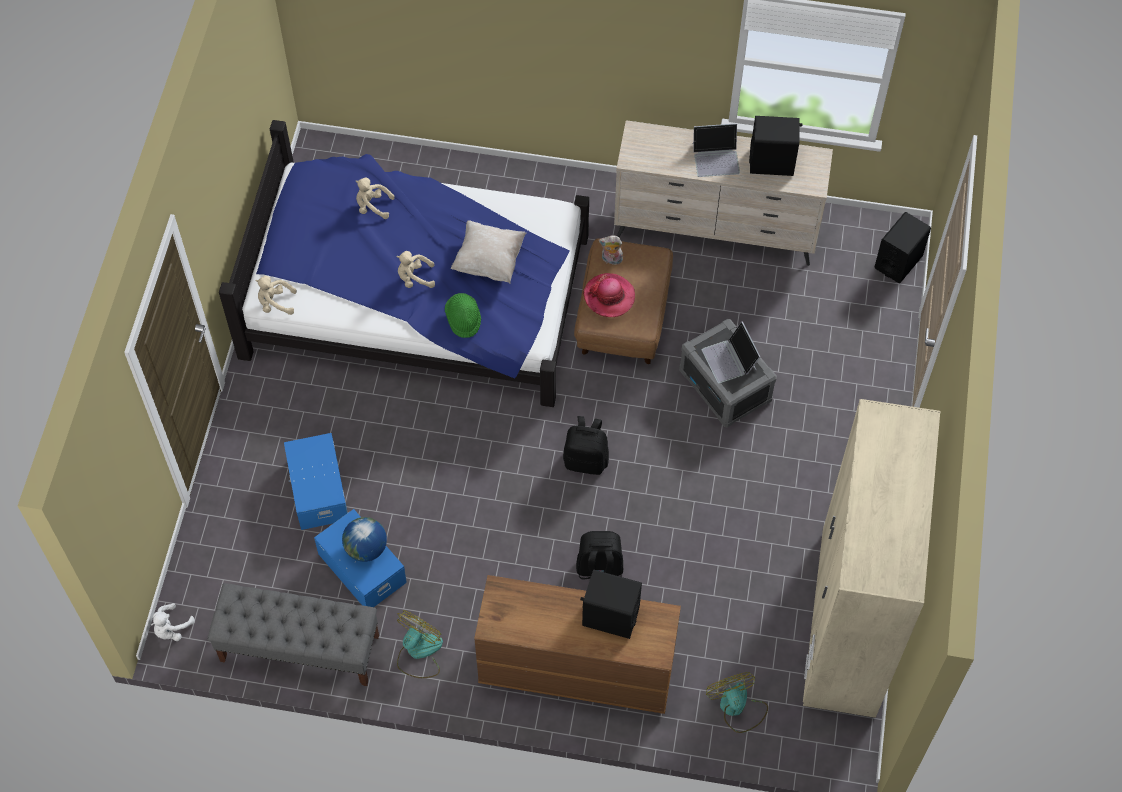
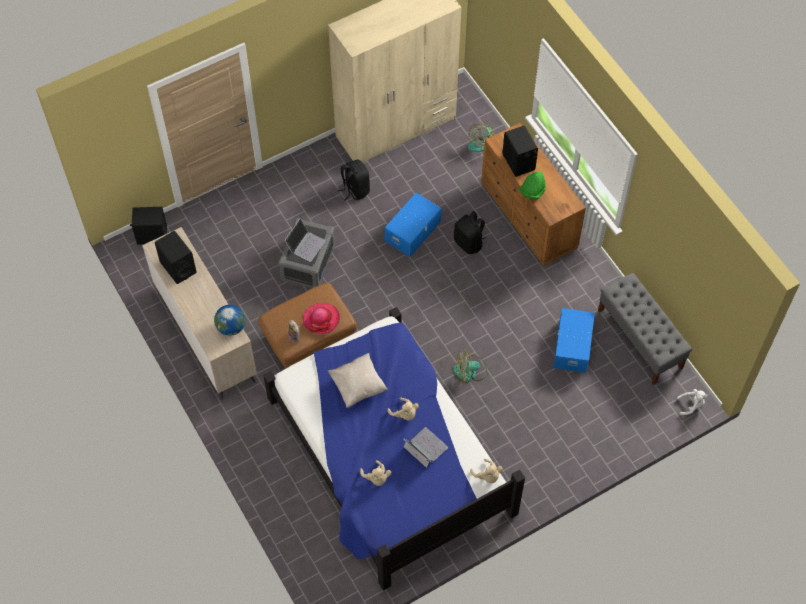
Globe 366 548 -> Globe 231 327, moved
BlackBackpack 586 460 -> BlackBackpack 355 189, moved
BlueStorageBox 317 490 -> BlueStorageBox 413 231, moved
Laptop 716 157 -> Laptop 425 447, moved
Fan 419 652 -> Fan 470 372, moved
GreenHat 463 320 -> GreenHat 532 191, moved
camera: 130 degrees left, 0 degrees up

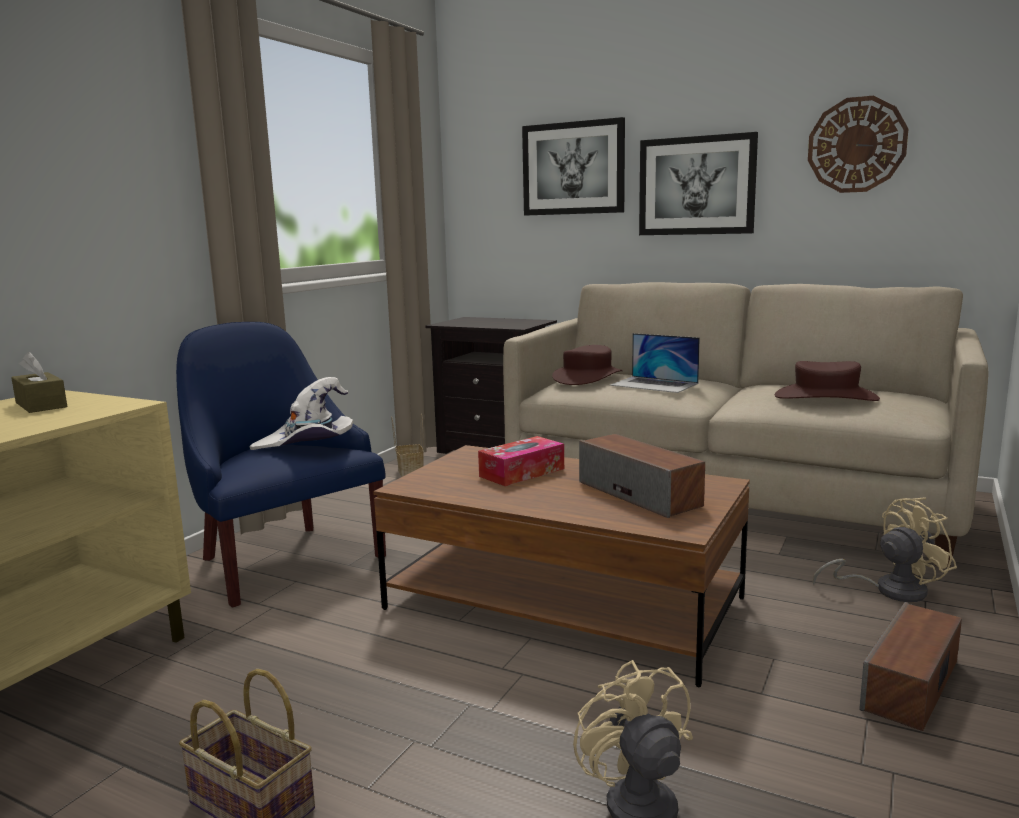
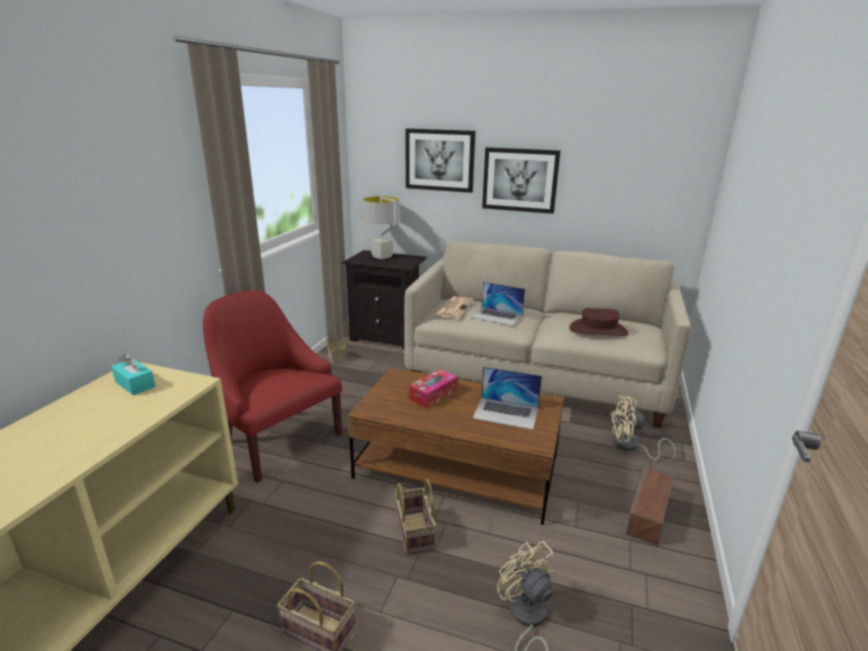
BrownTissueBox 41 405 -> TurquoiseTissueBox 135 384
BlueArmchair 284 559 -> RedArmchair 277 440
none -> GreyTableLamp 382 256
none -> Basket 413 531
BrownHat 587 377 -> Newspaper 454 308
Speaker 639 494 -> Laptop 506 413
BeigeFan 889 590 -> BeigeFan 631 447, 150 degrees counterclockwise
WhiteHat 308 444 -> none
WallClock 856 145 -> none
camera: 10 degrees left, 10 degrees up

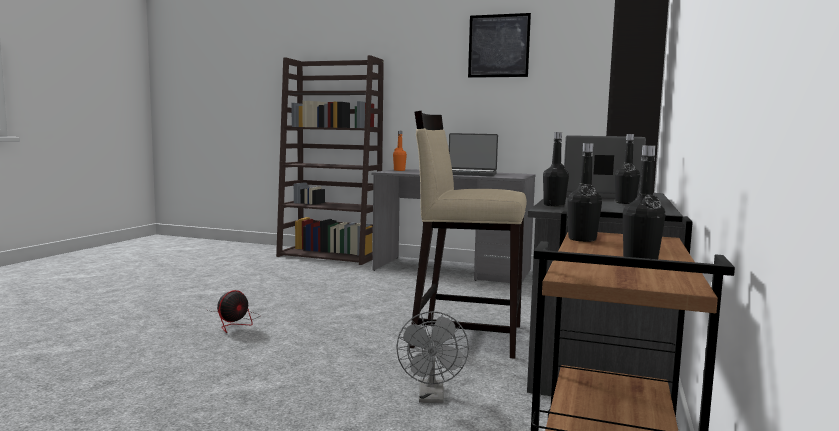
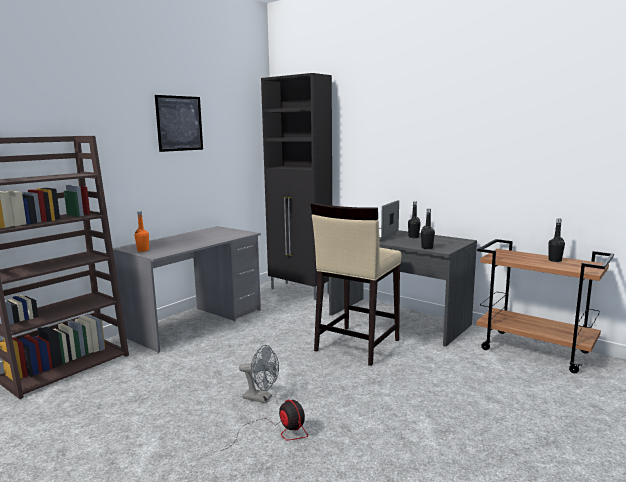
GreyFan 432 397 -> GreyFan 261 398, moved
Laptop 470 174 -> none
BlackBottle 582 239 -> none
camera: 70 degrees left, 5 degrees up

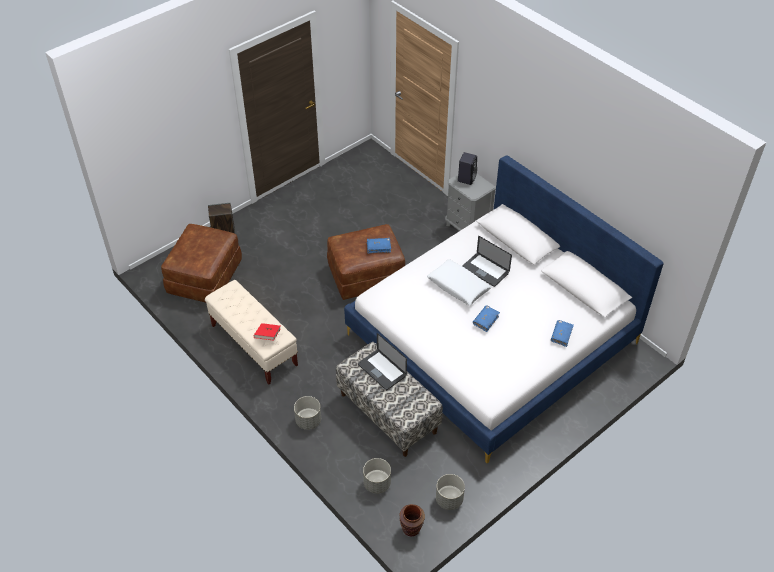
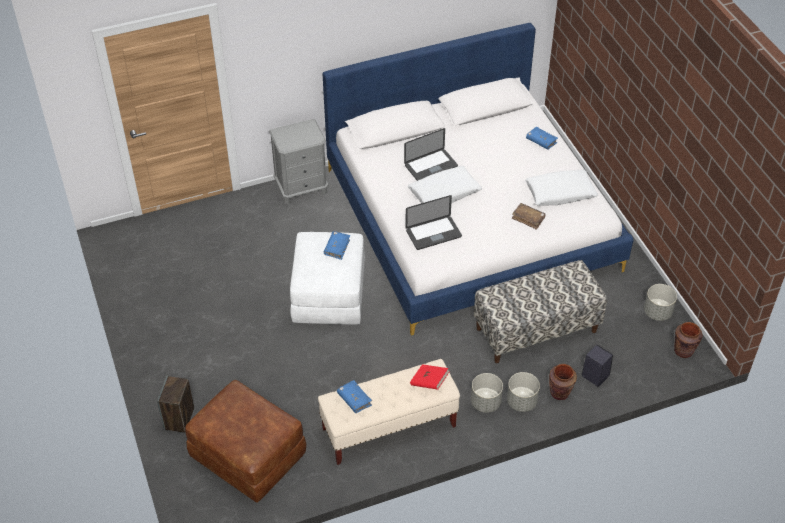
BrownOttoman 366 275 -> WhiteOttoman 328 294
BlueBook 485 320 -> BlueBook 354 399, moved
Laptop 382 370 -> Laptop 433 233, moved
GreyPlanter 377 483 -> GreyPlanter 485 402, moved
none -> BrownBook 528 218
none -> WhitePillow 560 193
none -> BrownVase 559 393
BlackSpeaker 466 178 -> BlackSpeaker 594 375, moved
camera: 70 degrees left, 0 degrees up

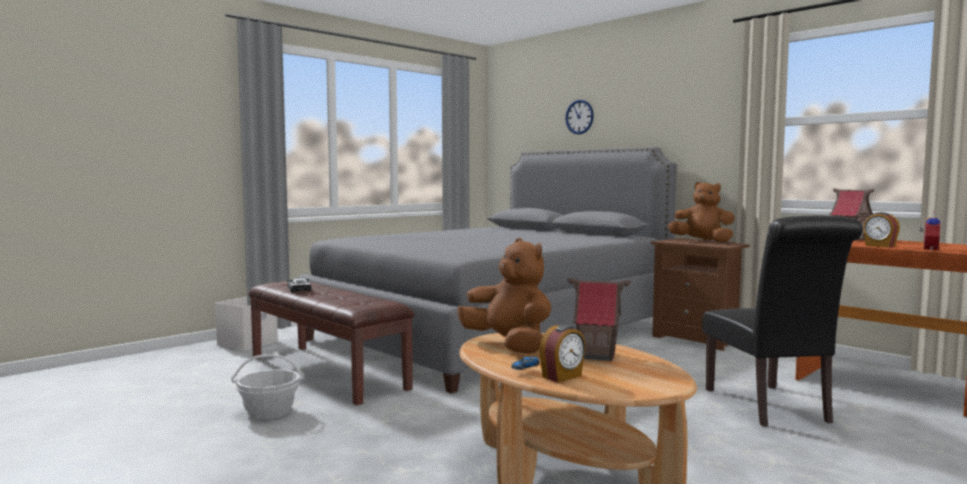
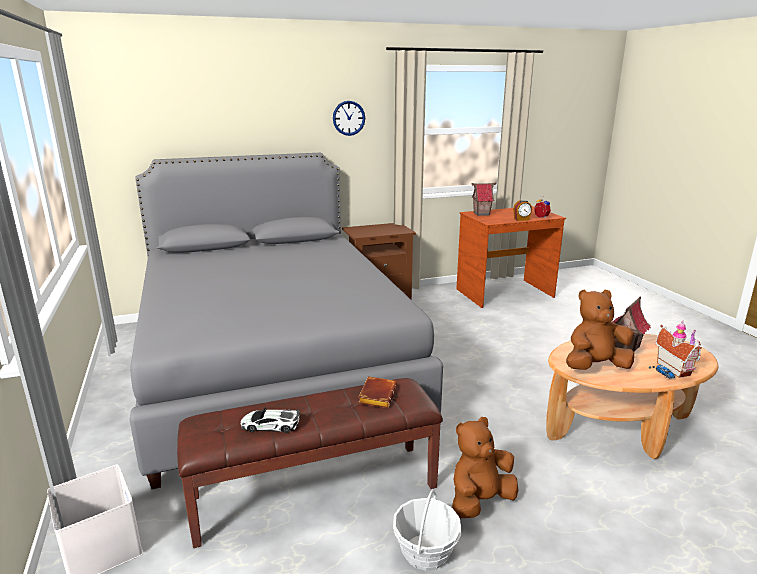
WallClock 579 117 -> WallClock 348 118, moved
none -> BrownBook 376 395
BrownPlushToy 702 241 -> BrownPlushToy 480 501, moved
AlarmClock 562 377 -> ToyHouse 675 368
BlackChair 771 408 -> none
camera: 65 degrees left, 15 degrees up

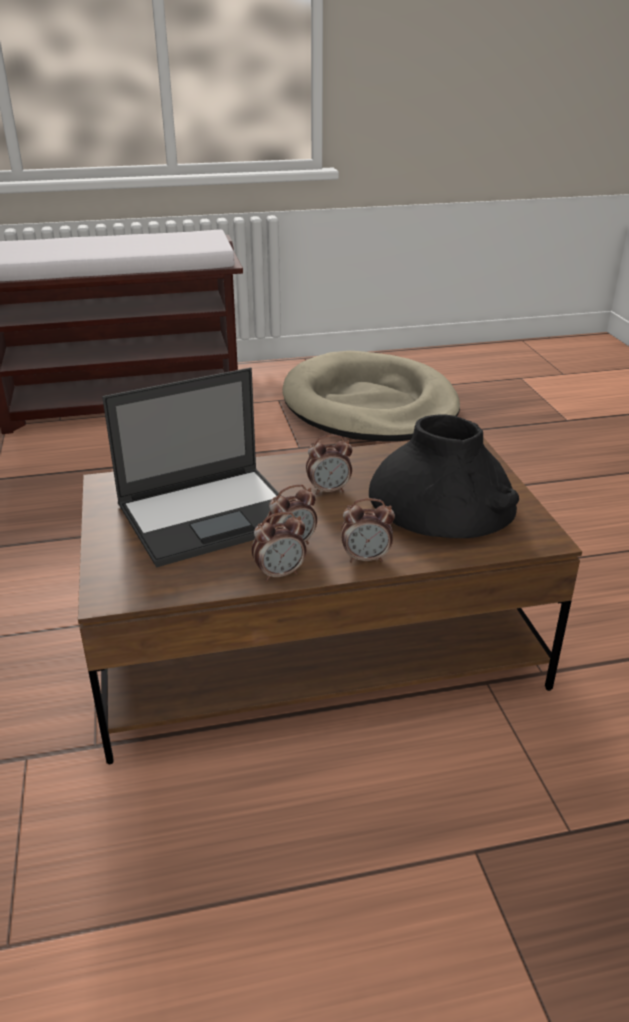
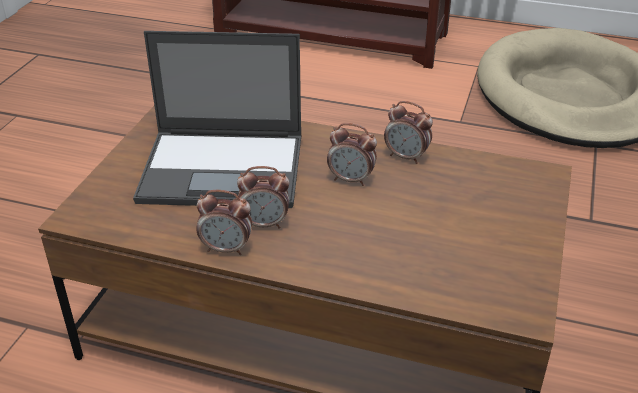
AlarmClock 366 558 -> AlarmClock 406 157, moved
BlackVase 441 503 -> none
camera: 30 degrees right, 5 degrees up

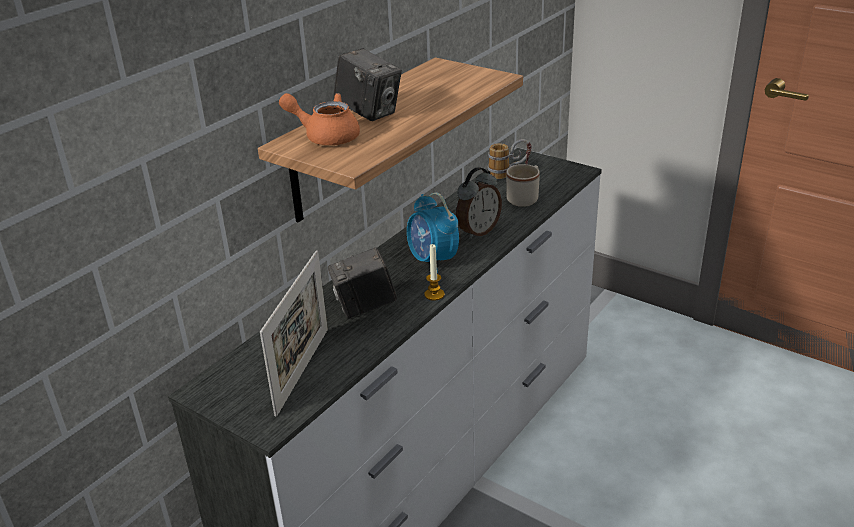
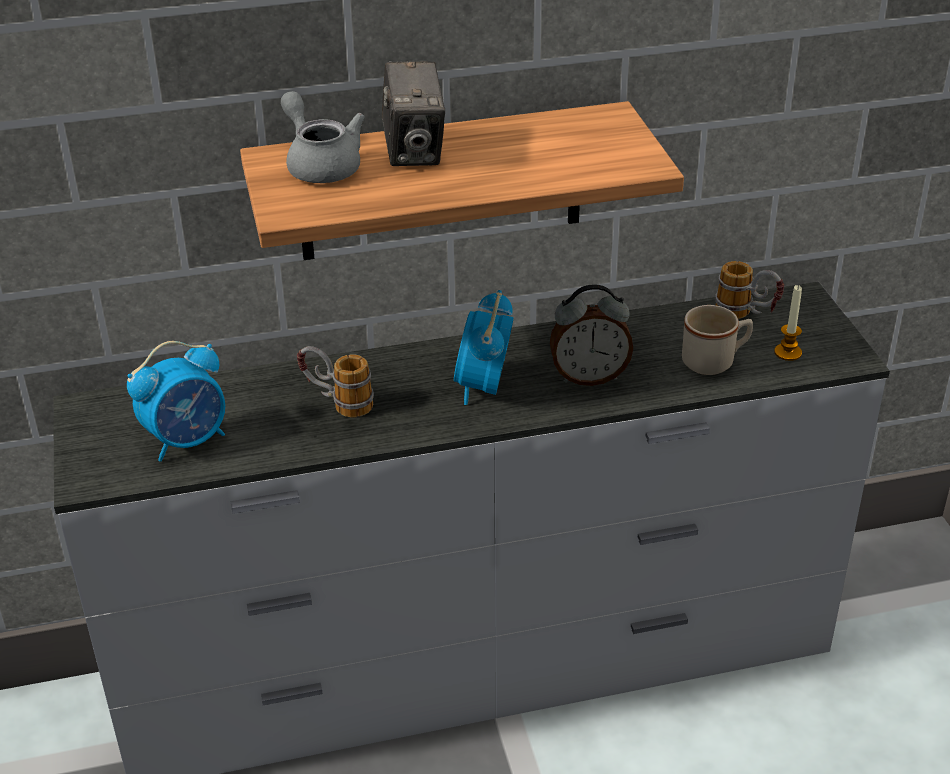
PictureFrame 302 370 -> AlarmClock 187 440
OrangeTeapot 325 136 -> GreyTeapot 320 164
PhotoCamera 365 307 -> Mug 337 403
Candle 434 295 -> Candle 788 352, moved
camera: 40 degrees right, 5 degrees up

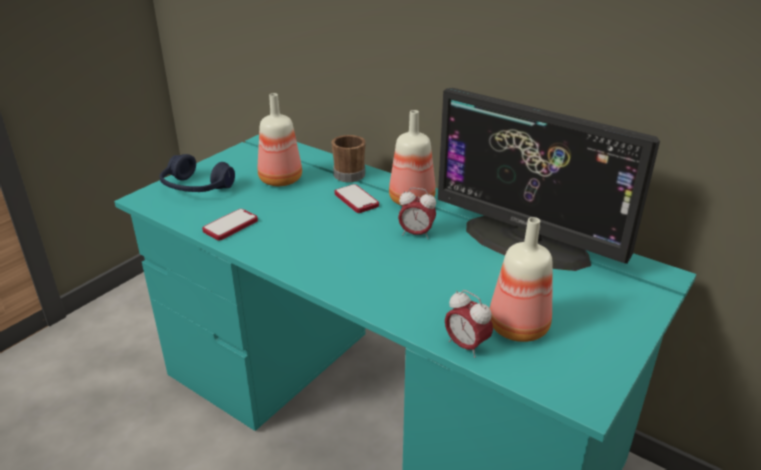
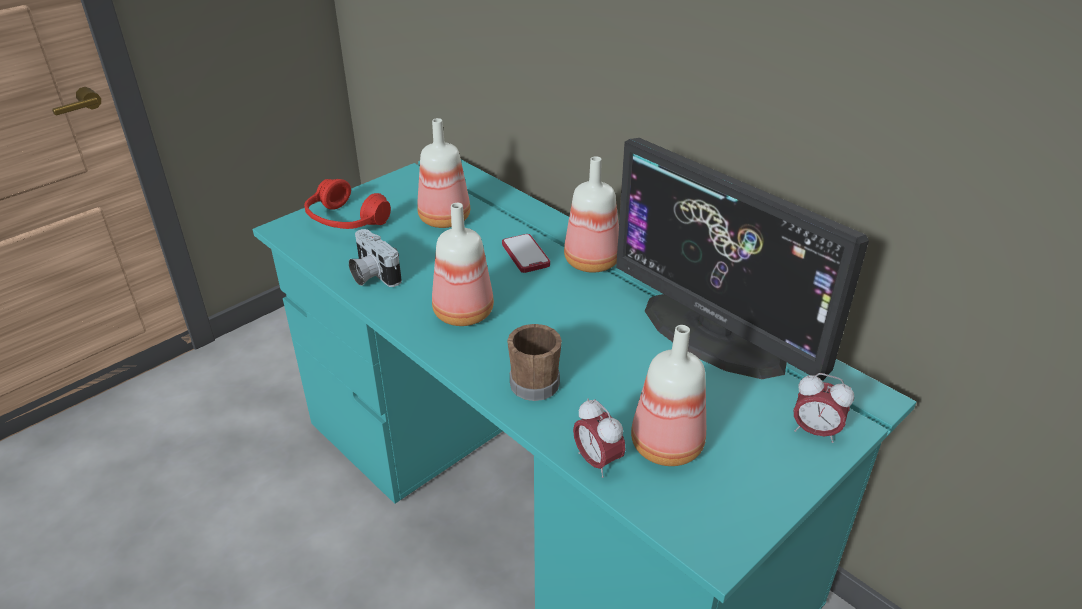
BlueHeadphones 196 188 -> RedHeadphones 346 221
Phone 230 226 -> PhotoCamera 372 274
none -> Bottle 461 313
BrownMug 347 173 -> BrownMug 532 380, moved
AlarmClock 416 234 -> AlarmClock 815 431, moved
camera: 10 degrees right, 5 degrees up

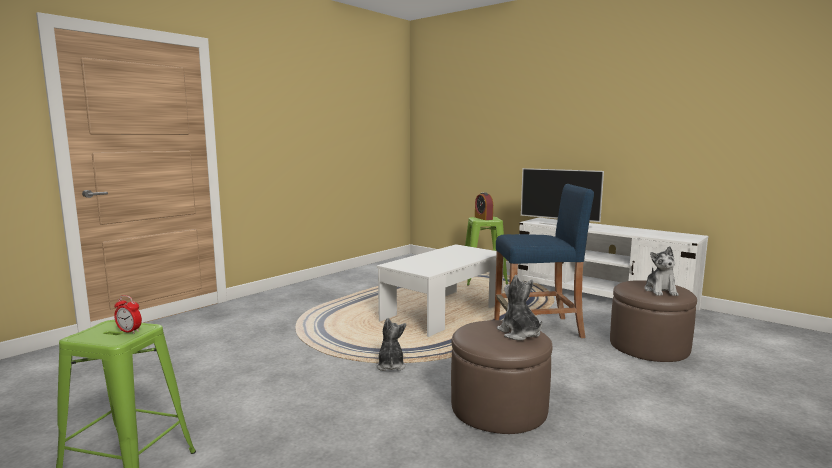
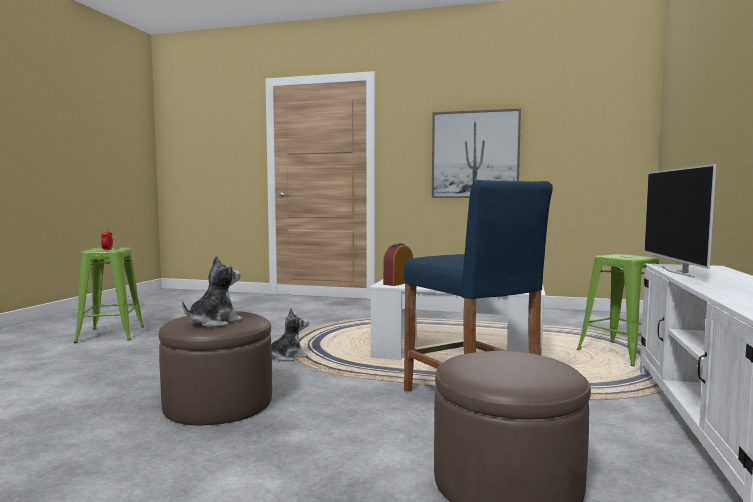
AlarmClock 483 218 -> AlarmClock 398 283, moved
none -> Picture 475 154
PlushToy 660 291 -> none
camera: 65 degrees right, 5 degrees down

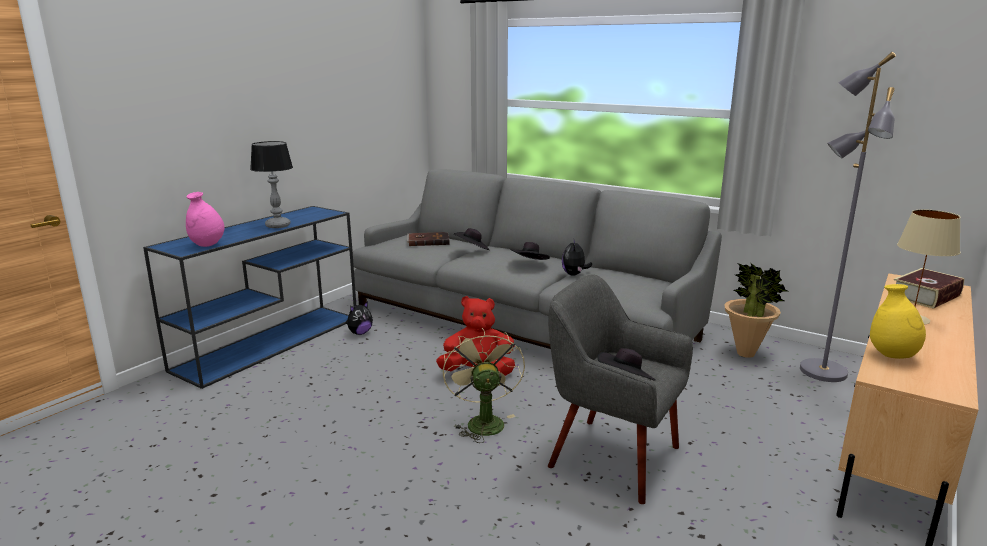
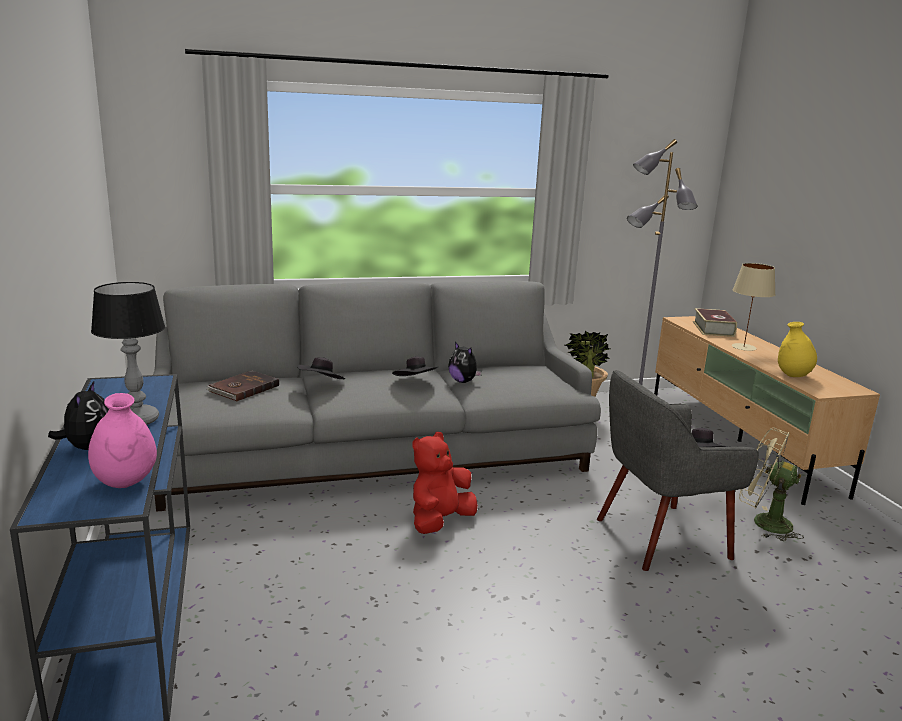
PlushToy 360 333 -> PlushToy 87 447, moved
BeigeFan 482 421 -> BeigeFan 763 522, moved
camera: 50 degrees left, 0 degrees up

